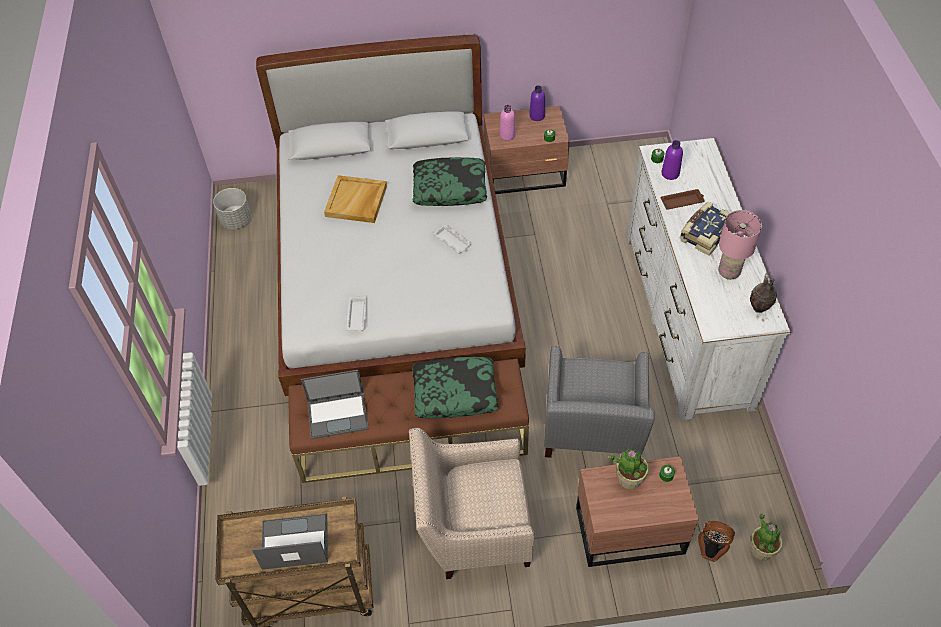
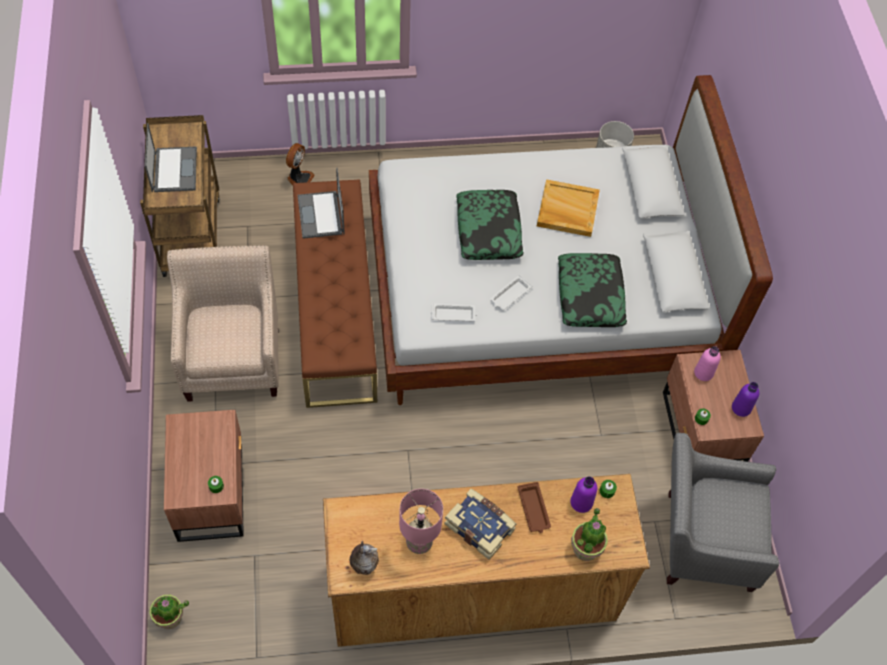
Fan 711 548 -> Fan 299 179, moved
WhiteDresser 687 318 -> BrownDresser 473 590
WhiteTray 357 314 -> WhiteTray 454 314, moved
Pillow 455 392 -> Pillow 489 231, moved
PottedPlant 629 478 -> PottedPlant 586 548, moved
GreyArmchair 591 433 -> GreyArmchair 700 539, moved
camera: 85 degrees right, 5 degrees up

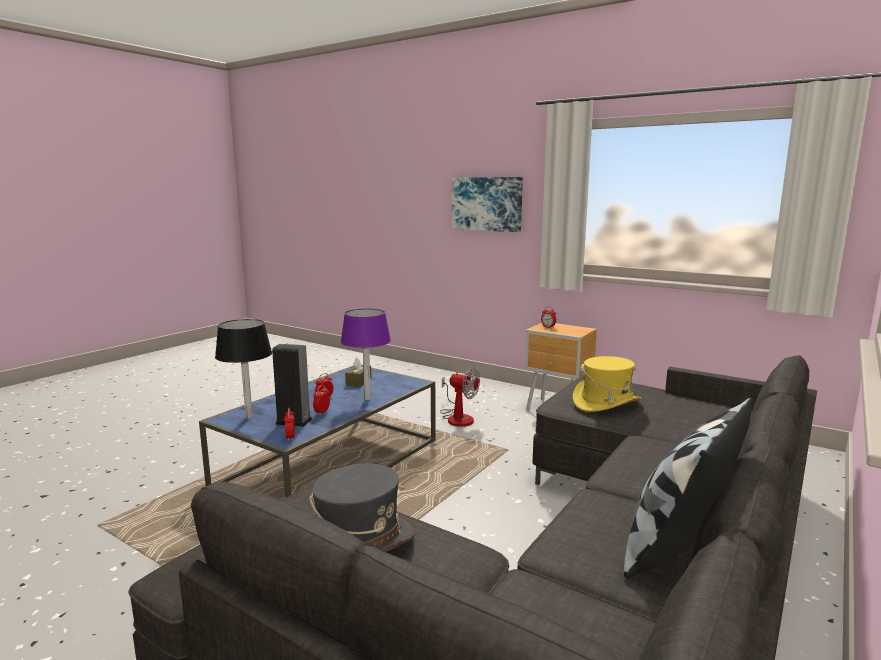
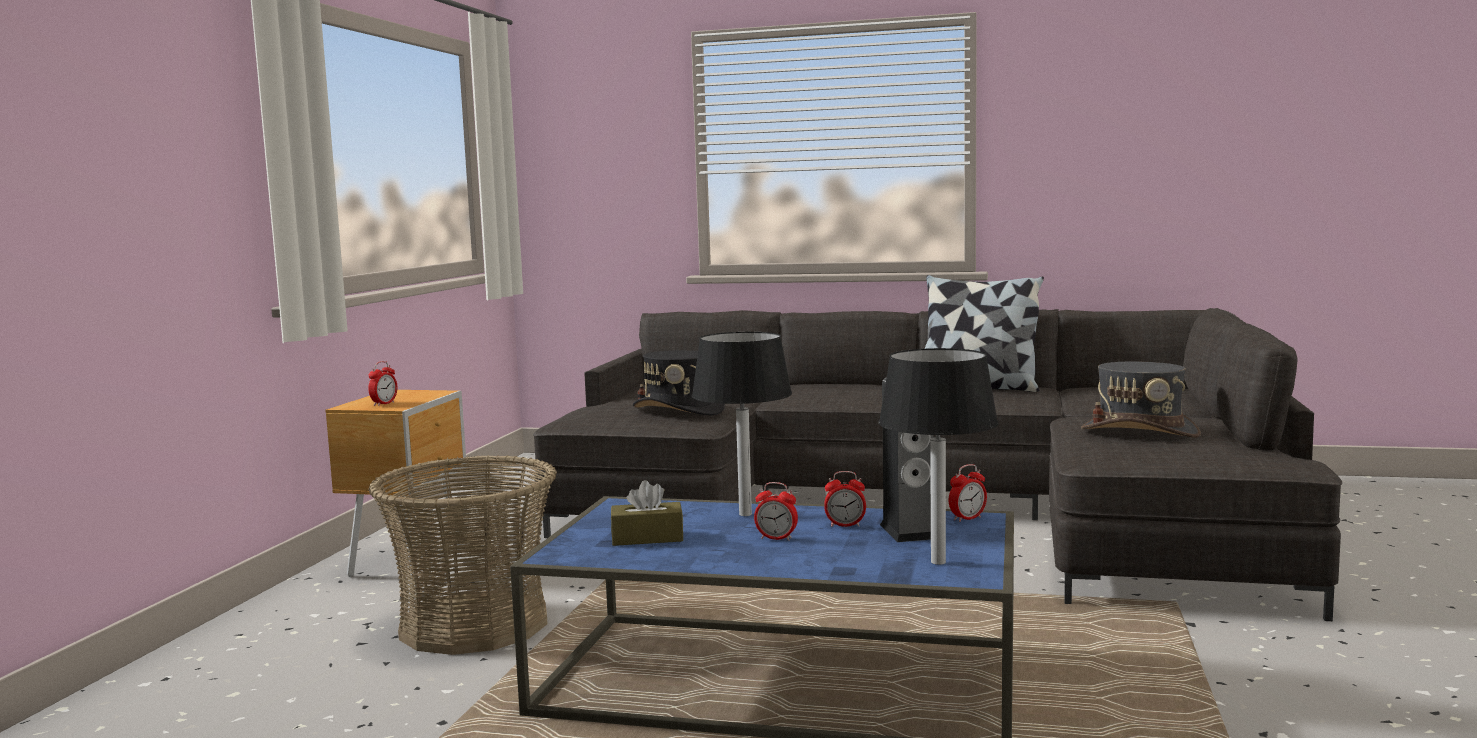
Fan 457 417 -> Basket 474 625
YellowHat 606 403 -> BlackHat 679 410
PurpleTableLamp 367 399 -> BlackTableLamp 745 514
Picture 487 204 -> none
camera: 110 degrees left, 5 degrees down

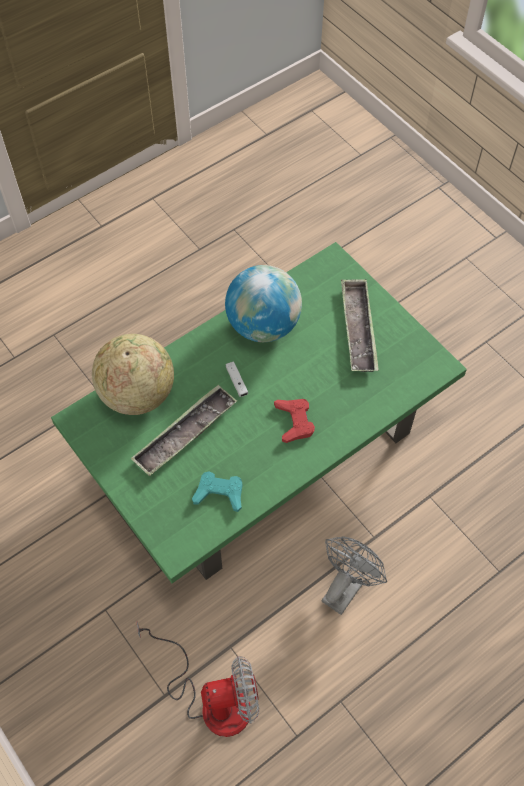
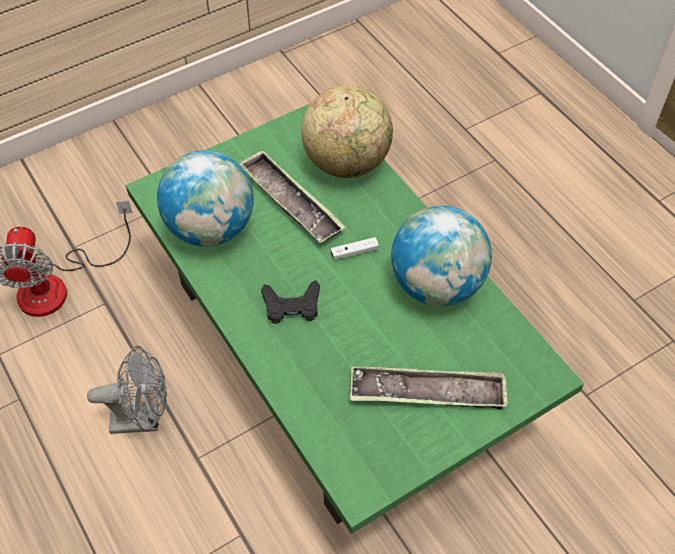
GreyFan 345 586 -> GreyFan 143 419, 45 degrees counterclockwise
TurquoiseGameController 219 493 -> Globe 211 228
RedGameController 294 421 -> BlackGameController 291 306
camera: 95 degrees right, 5 degrees down

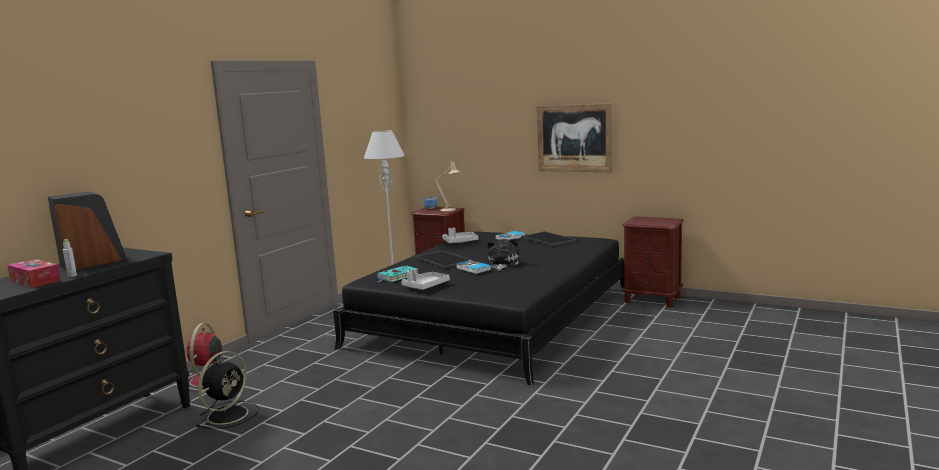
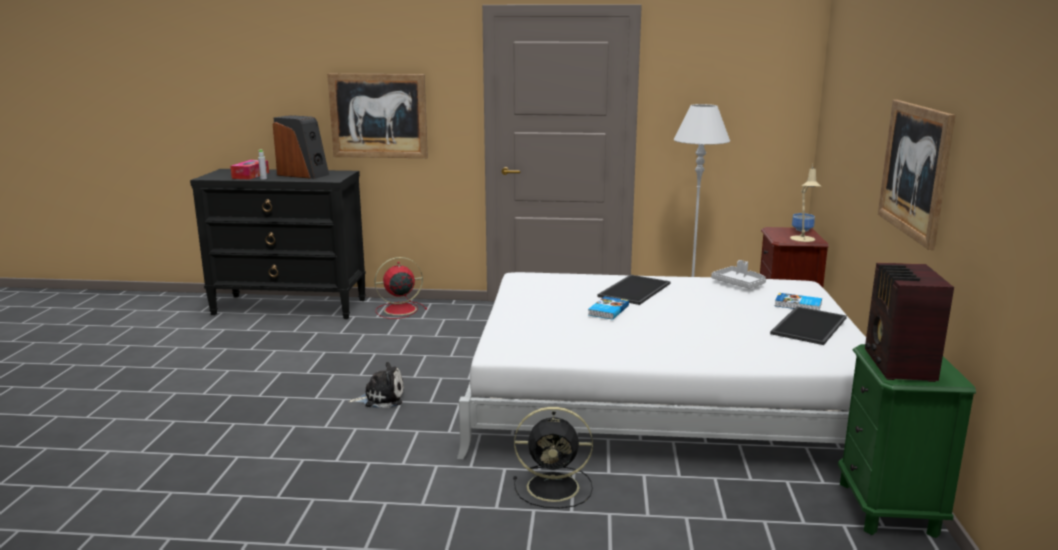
none -> Picture 378 116
PlushToy 502 264 -> PlushToy 381 398, moved
BlackBed 494 318 -> WhiteBed 663 394
BlackFan 229 414 -> BlackFan 555 487, moved
BrownNightstand 652 299 -> GreenNightstand 888 508
none -> Radio 898 366
TurquoiseBook 397 277 -> none
GreyTray 425 286 -> none
camera: 65 degrees right, 5 degrees up

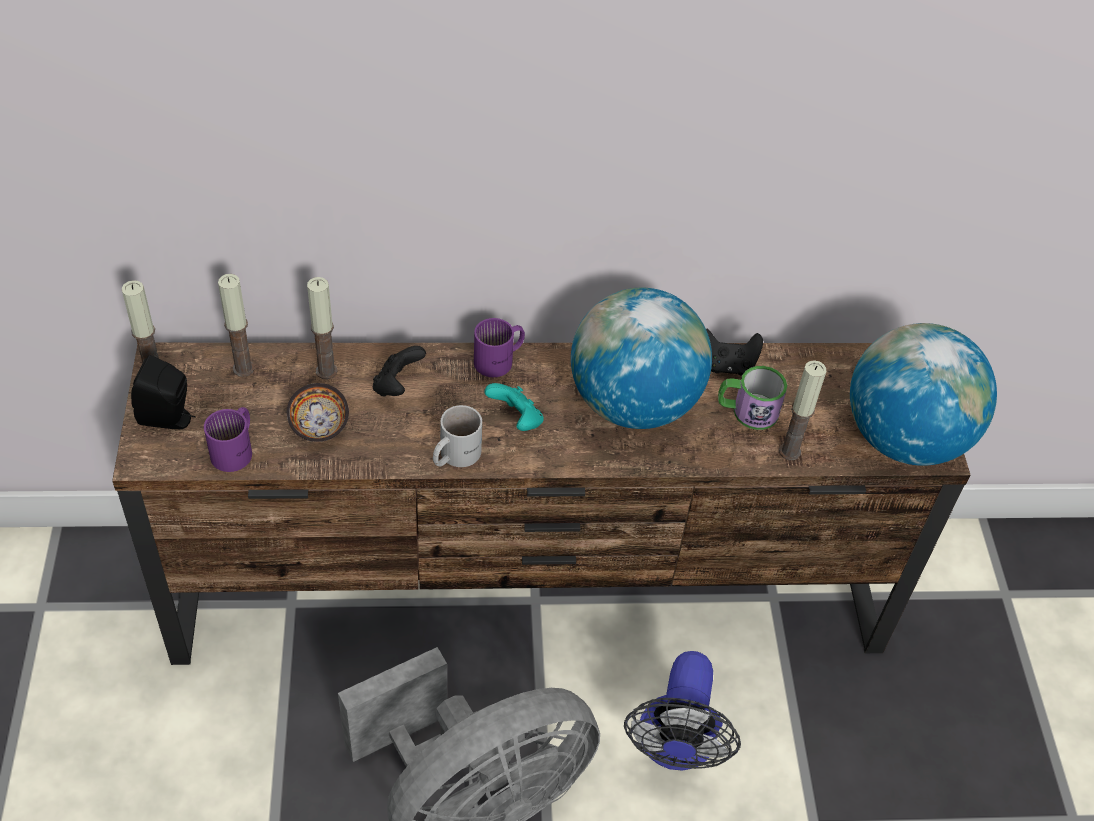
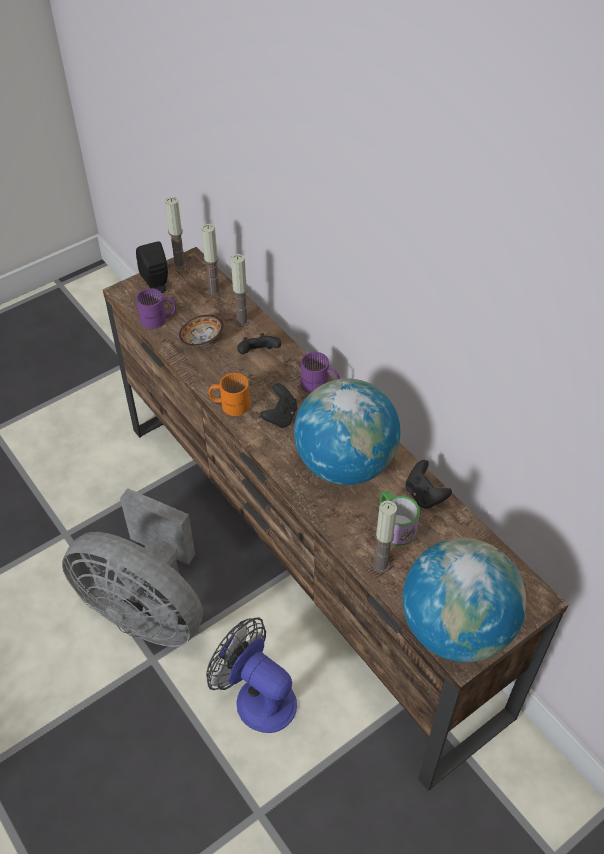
Fan 675 747 -> Fan 257 696, 60 degrees clockwise
WhiteMug 453 455 -> OrangeMug 230 404
TurquoiseGameController 516 420 -> BlackGameController 280 416
camera: 60 degrees right, 0 degrees up

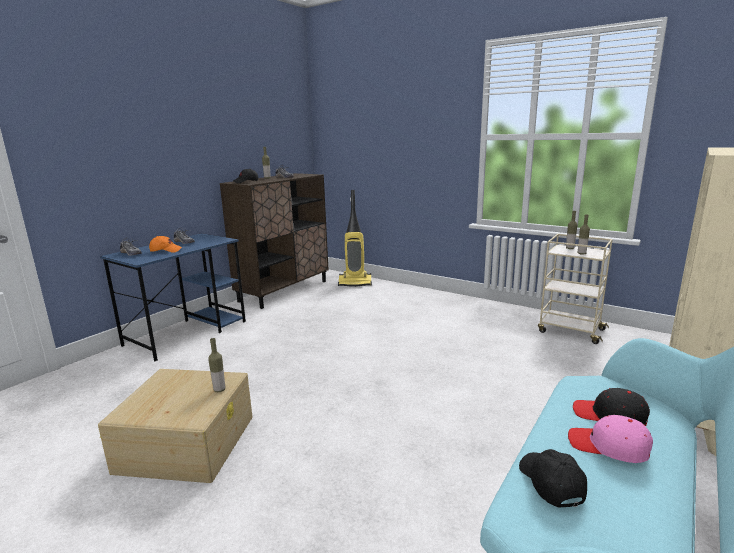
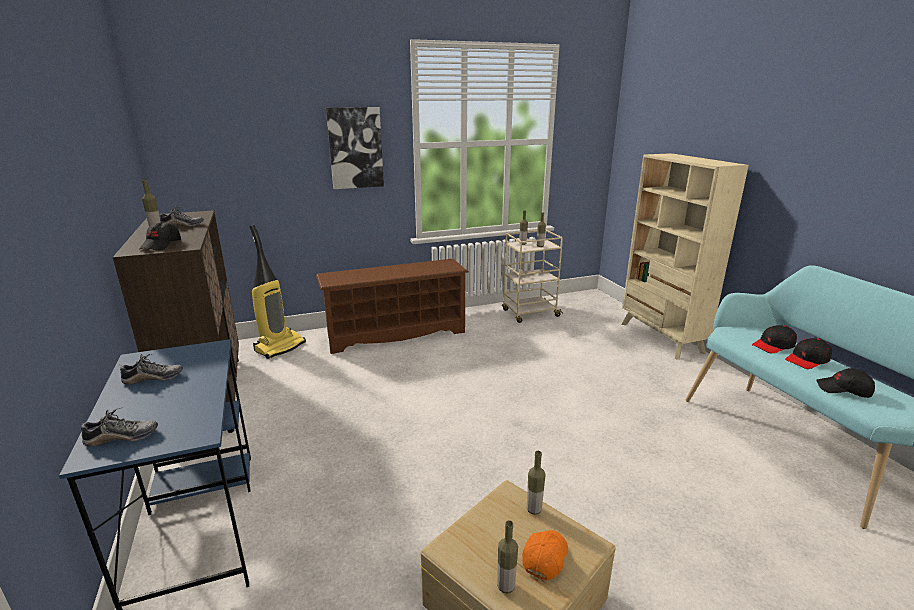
none -> BrownShoeRack 396 334
none -> Picture 355 148
none -> Bottle 506 586
OrangeCap 166 250 -> OrangeCap 544 557, moved
PinkCap 608 446 -> BlackCap 807 360
camera: 55 degrees left, 5 degrees up

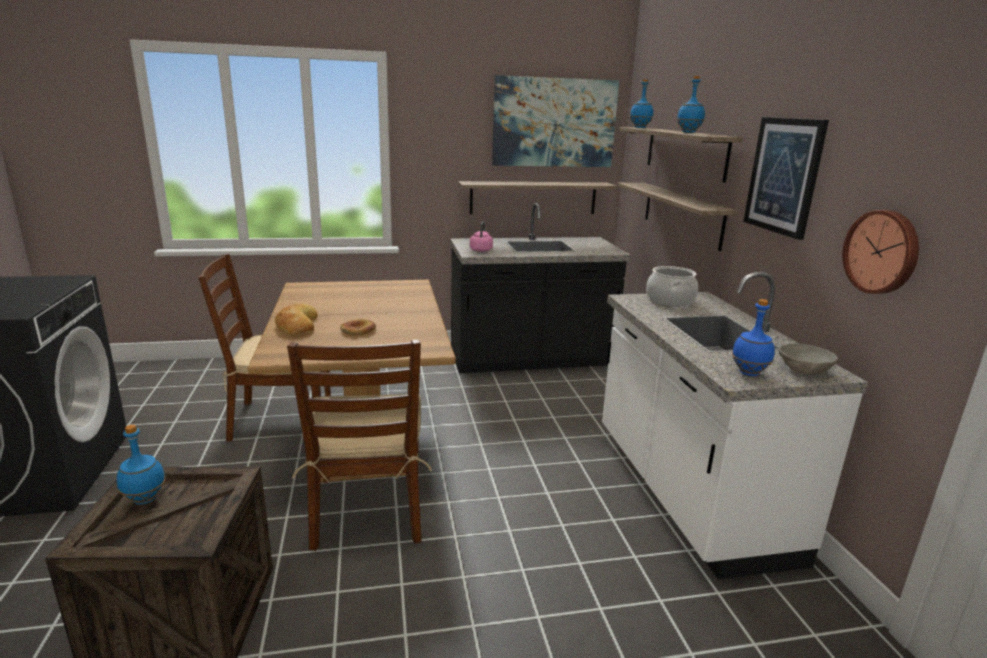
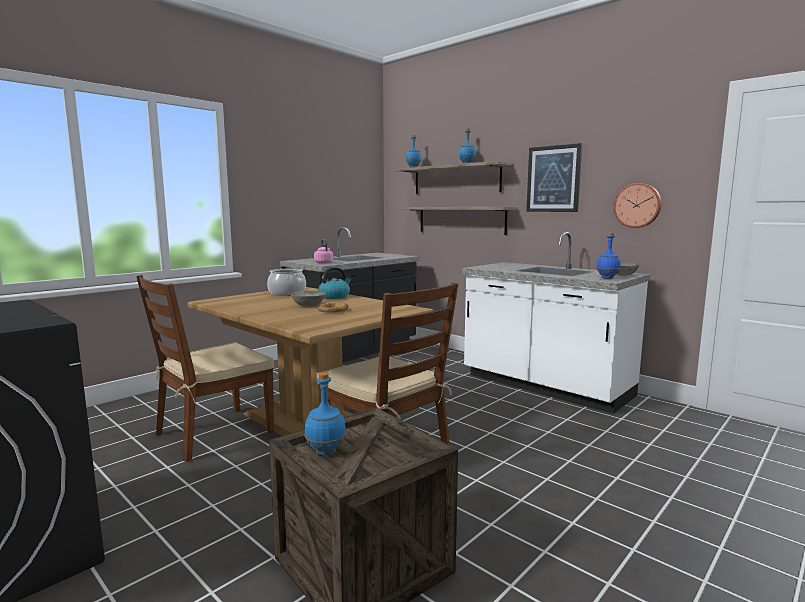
CookingPot 669 300 -> CookingPot 287 293, moved
none -> GreyBowl 308 305
none -> Kettle 335 296
Bread 296 325 -> none
Shelf 533 198 -> none
Picture 554 123 -> none
camera: 35 degrees left, 10 degrees down

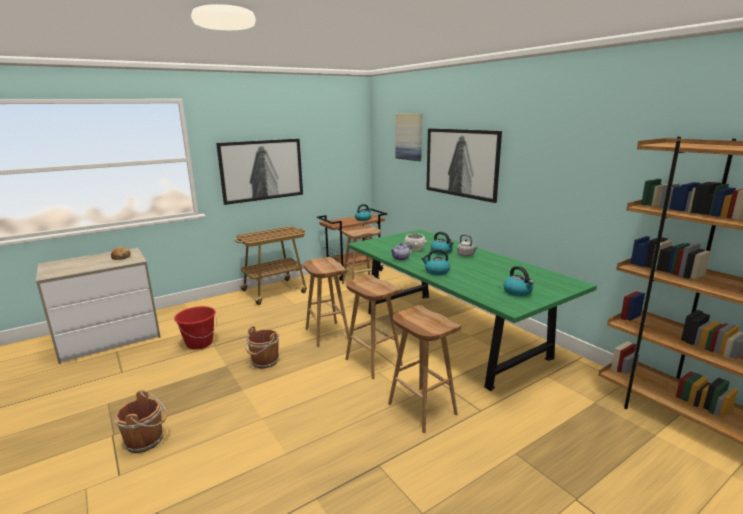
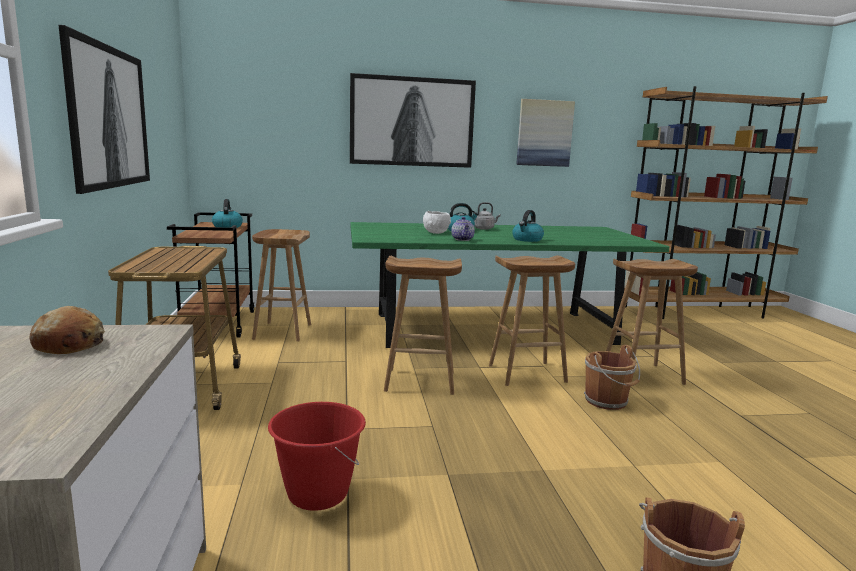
Picture 409 137 -> Picture 544 133, moved
BrownBucket 264 362 -> BrownBucket 607 402, moved
Kettle 518 292 -> none
camera: 65 degrees left, 5 degrees down

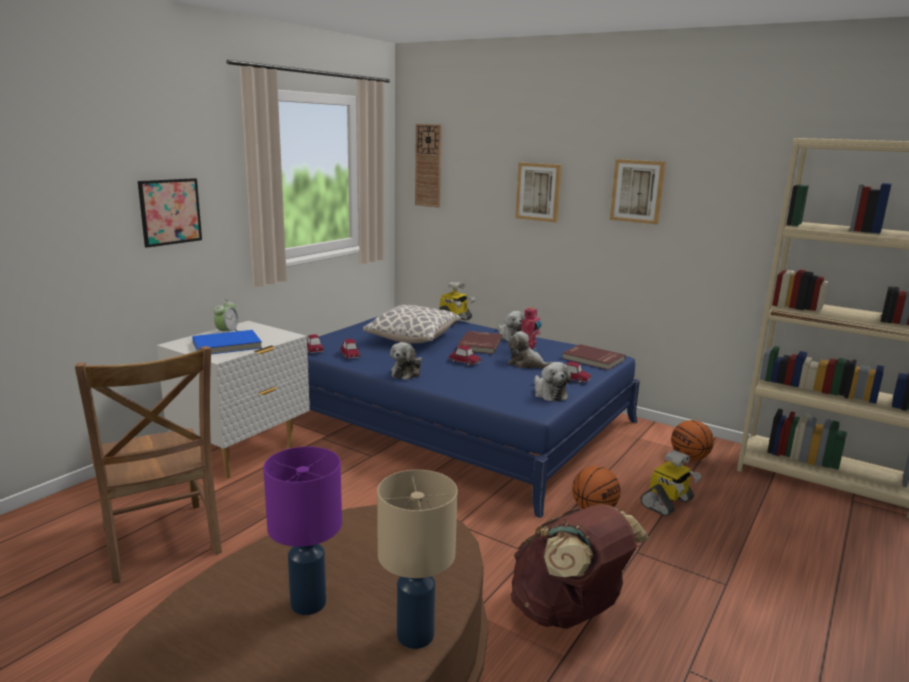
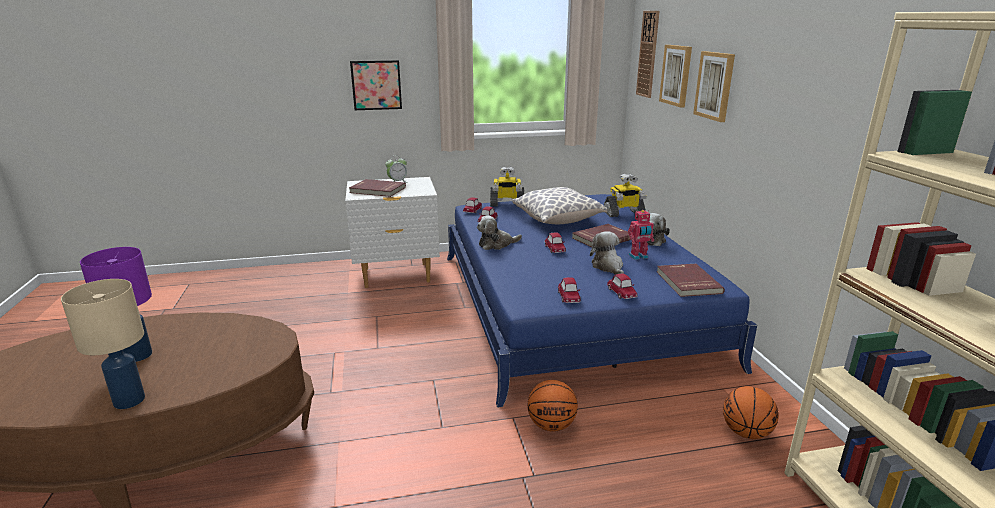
BlueBook 227 345 -> RedBook 377 190
ToyRobot 667 503 -> ToyRobot 506 204, moved
PlushToy 549 393 -> ToyCar 569 297
Picture 637 191 -> Picture 676 75, moved
BrownChair 160 543 -> none
BrownBackpack 568 613 -> none
camera: 45 degrees right, 5 degrees up

